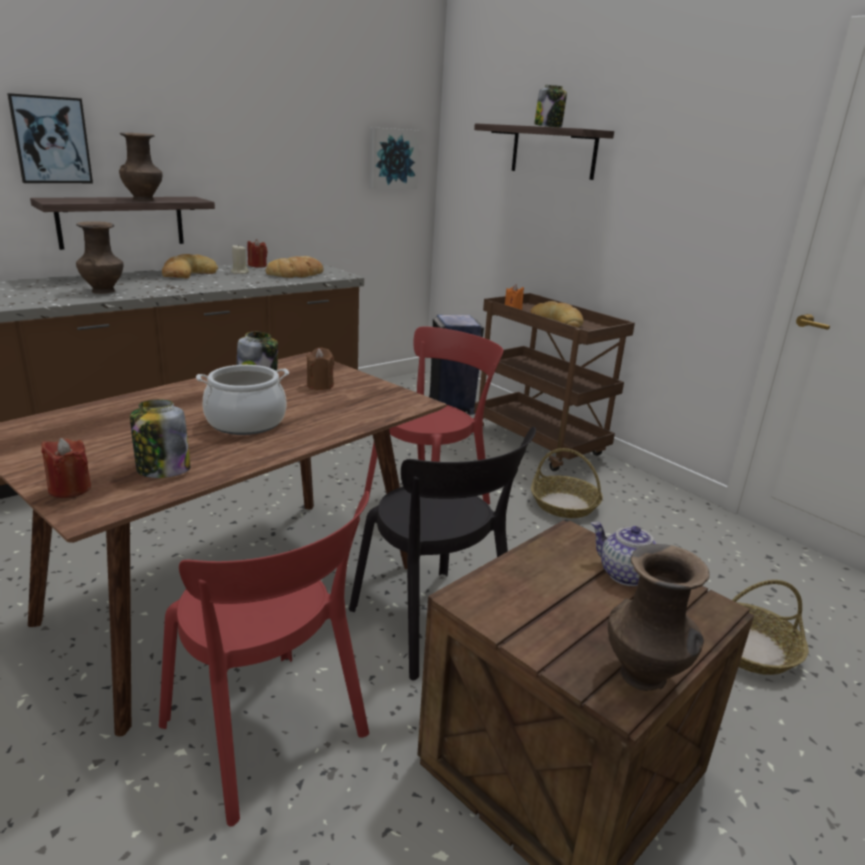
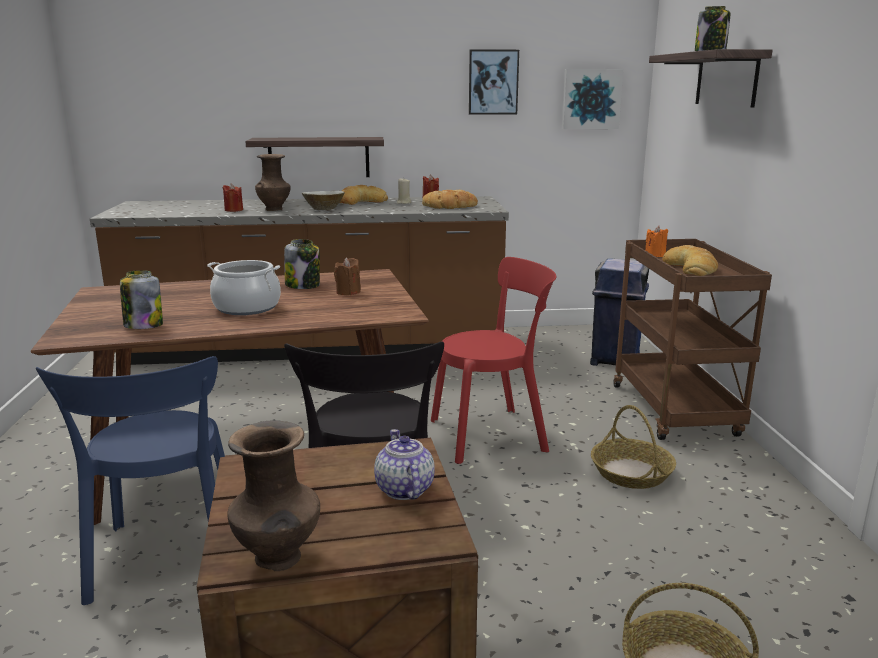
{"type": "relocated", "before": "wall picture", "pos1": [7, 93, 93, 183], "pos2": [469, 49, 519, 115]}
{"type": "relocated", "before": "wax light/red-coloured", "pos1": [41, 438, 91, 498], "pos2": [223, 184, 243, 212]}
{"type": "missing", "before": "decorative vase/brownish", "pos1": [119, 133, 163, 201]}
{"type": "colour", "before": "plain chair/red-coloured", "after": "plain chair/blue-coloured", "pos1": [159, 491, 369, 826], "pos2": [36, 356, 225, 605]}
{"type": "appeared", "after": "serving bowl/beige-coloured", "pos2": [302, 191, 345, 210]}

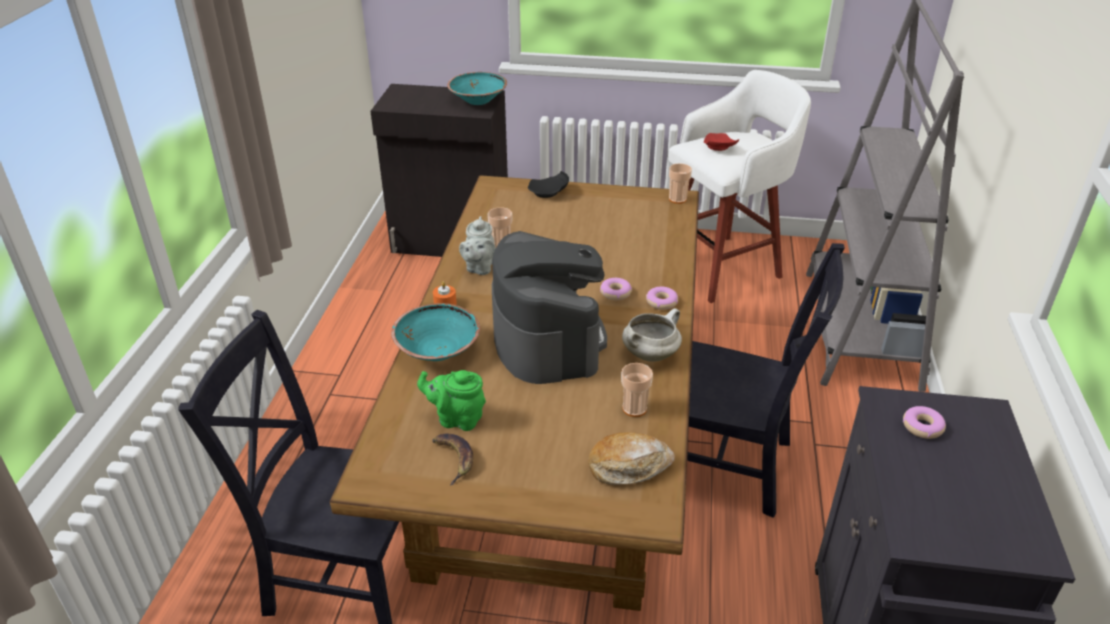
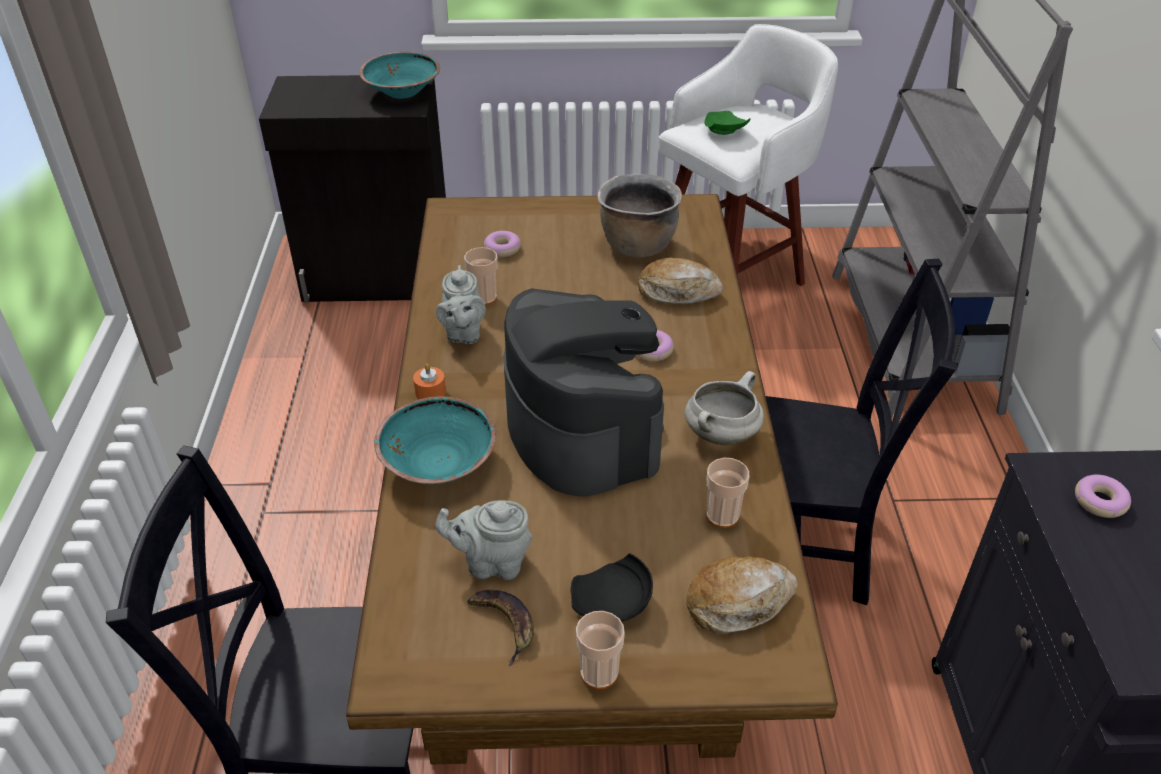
{"type": "colour", "before": "pot for tea/green-coloured", "after": "pot for tea/grey", "pos1": [417, 370, 486, 431], "pos2": [435, 501, 532, 580]}
{"type": "relocated", "before": "plate/black-coloured", "pos1": [528, 171, 569, 198], "pos2": [570, 553, 653, 622]}
{"type": "relocated", "before": "ring doughnut", "pos1": [646, 287, 678, 310], "pos2": [484, 231, 521, 257]}
{"type": "relocated", "before": "drinking cup", "pos1": [669, 163, 692, 204], "pos2": [576, 611, 625, 689]}
{"type": "colour", "before": "plate/red-coloured", "after": "plate/green-coloured", "pos1": [704, 133, 739, 151], "pos2": [704, 111, 751, 135]}
{"type": "appeared", "after": "saucepot/brownish", "pos2": [597, 173, 682, 258]}
{"type": "appeared", "after": "bakery bread", "pos2": [638, 258, 723, 304]}

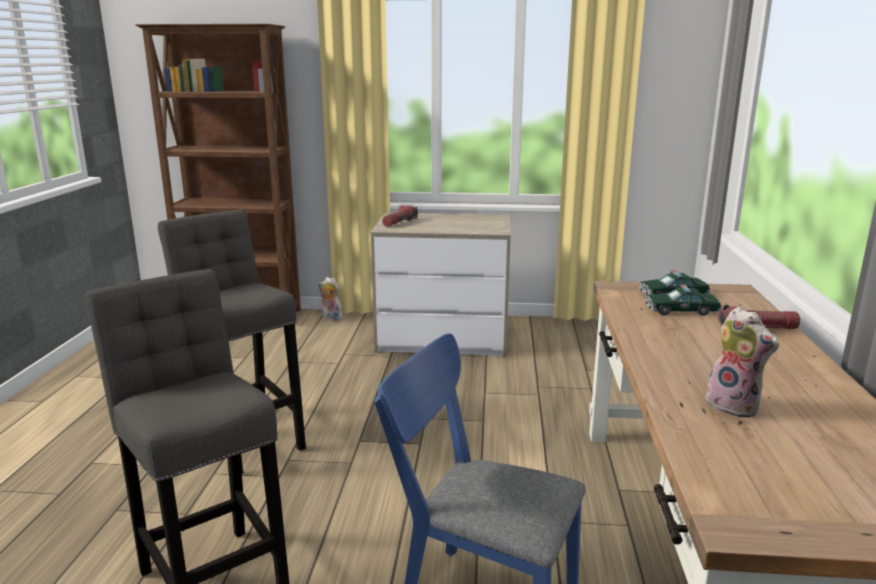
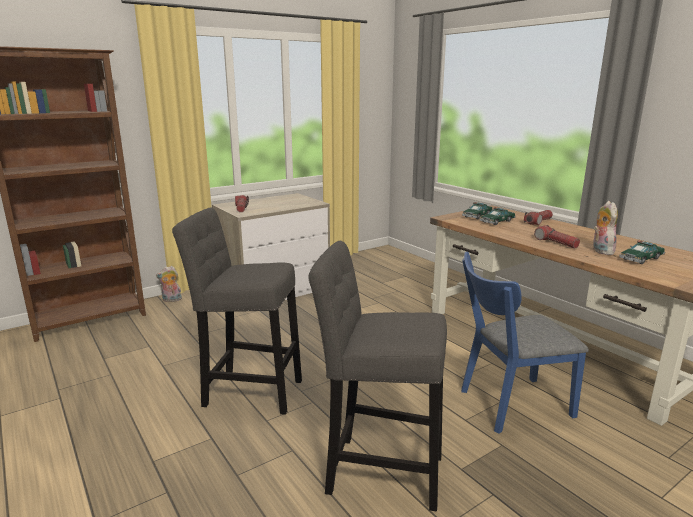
{"type": "spun", "before": "plush toy", "pos1": [705, 307, 779, 418], "pos2": [593, 201, 618, 255], "turn": -105}
{"type": "appeared", "after": "hand torch", "pos2": [534, 225, 580, 249]}
{"type": "appeared", "after": "model car", "pos2": [619, 240, 665, 264]}

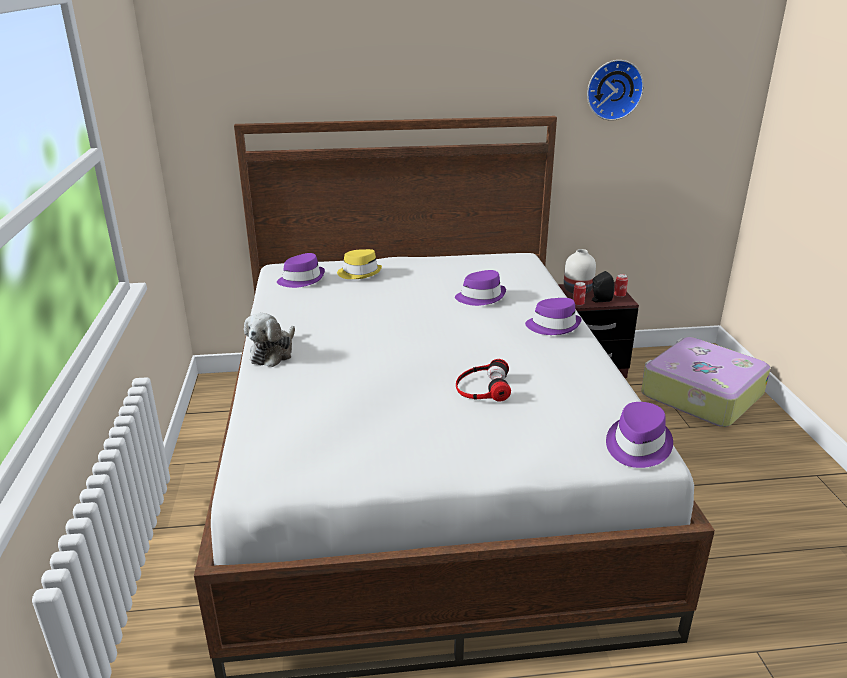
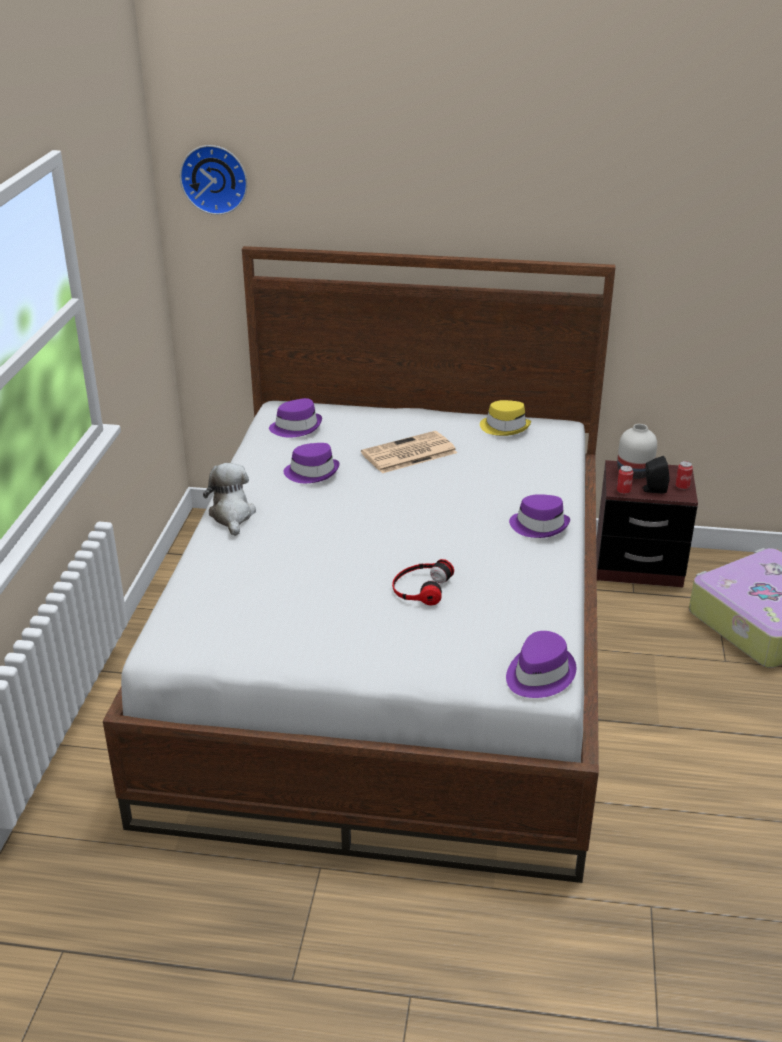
{"type": "spun", "before": "plush toy", "pos1": [244, 313, 295, 367], "pos2": [203, 463, 256, 536], "turn": 135}
{"type": "relocated", "before": "clothing hat/yellowish", "pos1": [337, 249, 382, 279], "pos2": [480, 400, 531, 436]}
{"type": "relocated", "before": "clothing hat/purple", "pos1": [455, 270, 506, 306], "pos2": [283, 443, 340, 483]}
{"type": "relocated", "before": "clock on the wall", "pos1": [587, 60, 644, 121], "pos2": [180, 145, 247, 215]}
{"type": "appeared", "after": "newspaper", "pos2": [361, 431, 457, 473]}

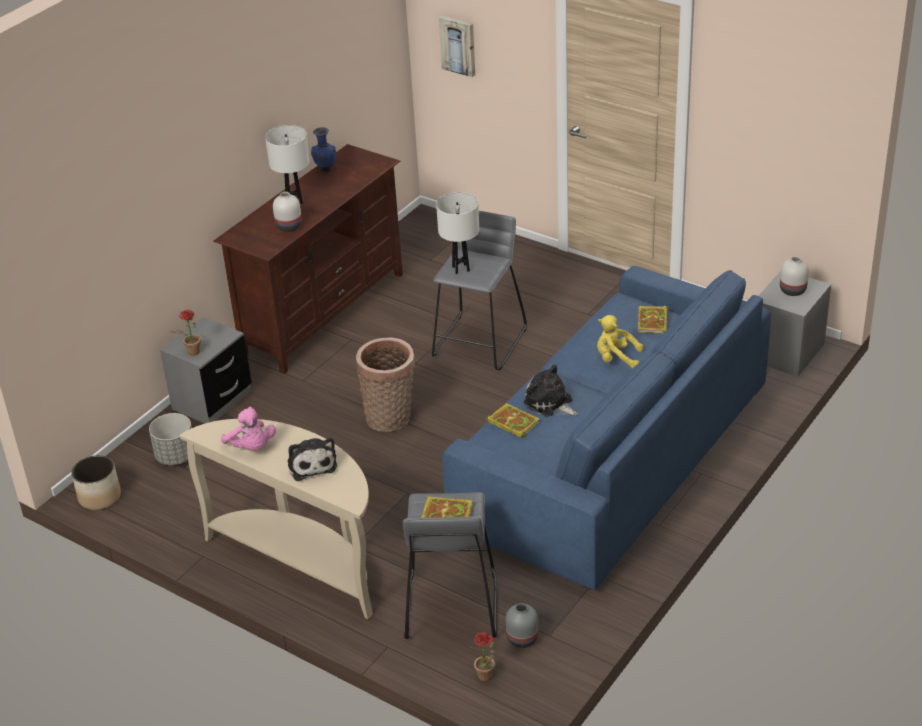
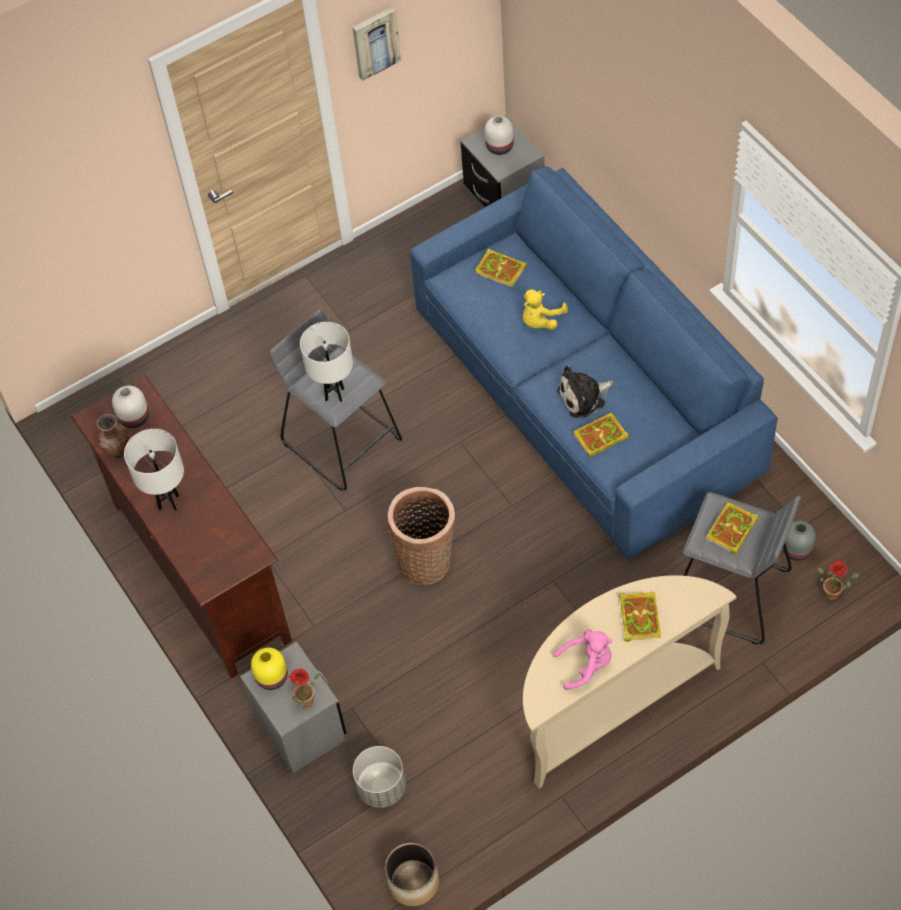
{"type": "relocated", "before": "decorative vase/white", "pos1": [273, 192, 302, 232], "pos2": [112, 386, 149, 428]}
{"type": "exchanged", "before": "plush toy", "after": "book", "pos1": [287, 438, 337, 481], "pos2": [618, 592, 661, 642]}
{"type": "colour", "before": "decorative vase/blue-coloured", "after": "decorative vase/brownish", "pos1": [311, 127, 336, 173], "pos2": [97, 414, 129, 458]}
{"type": "relocated", "before": "wall picture", "pos1": [439, 16, 475, 77], "pos2": [352, 7, 401, 81]}
{"type": "appeared", "after": "decorative vase/yellowish", "pos2": [251, 648, 288, 690]}

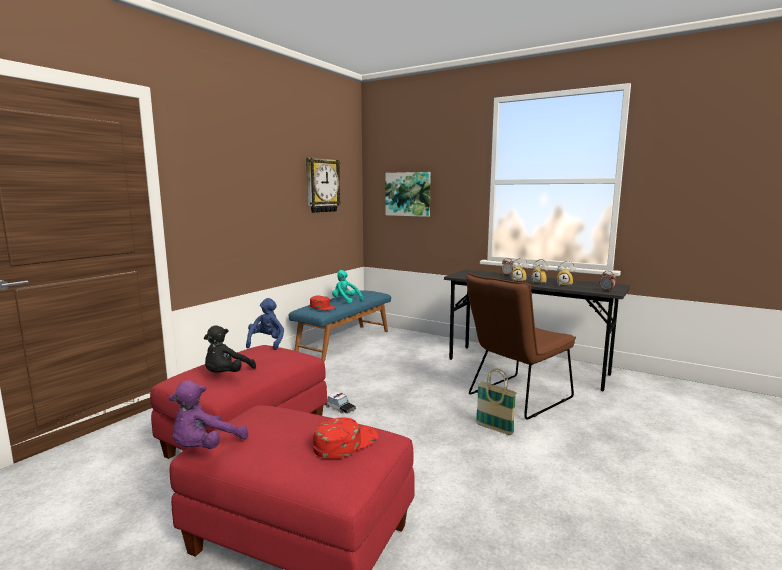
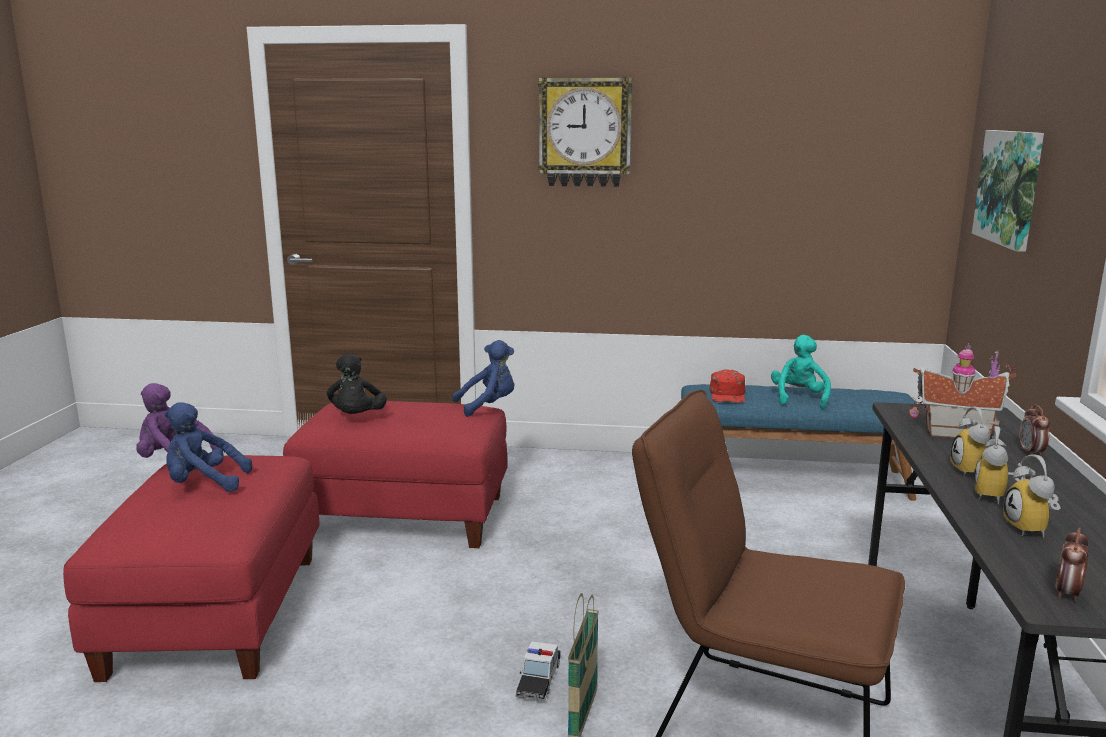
{"type": "spun", "before": "plush toy/black-coloured", "pos1": [204, 325, 256, 373], "pos2": [327, 354, 387, 414], "turn": -90}
{"type": "relocated", "before": "clock on the wall", "pos1": [306, 158, 342, 213], "pos2": [538, 77, 632, 187]}
{"type": "missing", "before": "baseball cap/red-coloured", "pos1": [313, 417, 378, 459]}
{"type": "relocated", "before": "model car", "pos1": [325, 392, 356, 414], "pos2": [516, 641, 560, 701]}
{"type": "appeared", "after": "plush toy/blue-coloured", "pos2": [164, 402, 252, 492]}
{"type": "appeared", "after": "toy house", "pos2": [909, 344, 1016, 438]}

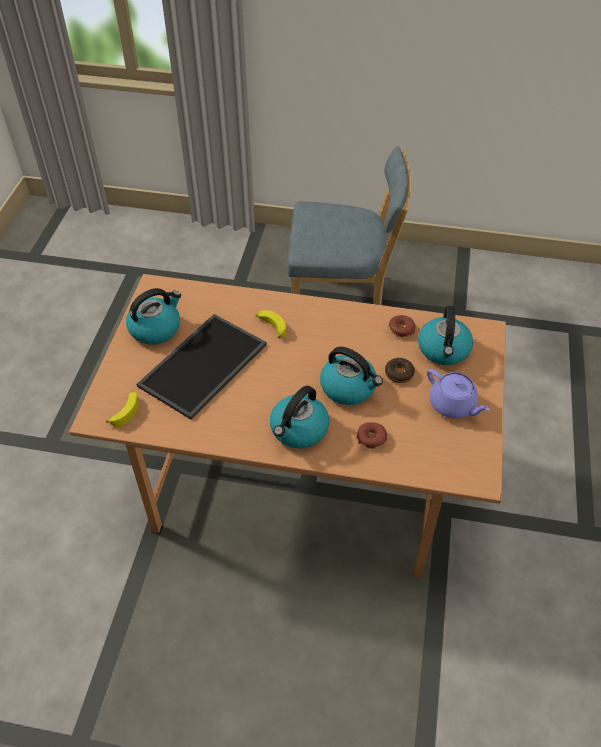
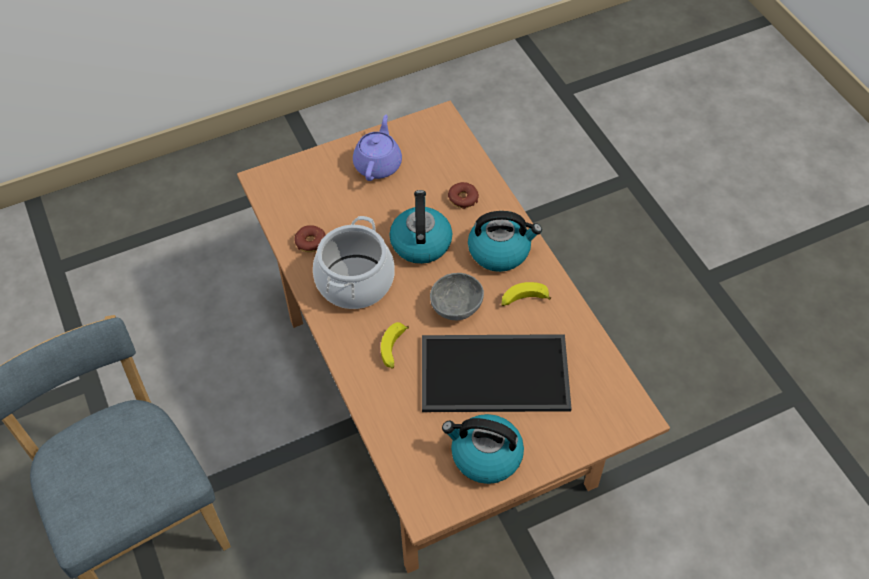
{"type": "relocated", "before": "banana fruit", "pos1": [106, 390, 138, 427], "pos2": [501, 282, 551, 306]}
{"type": "missing", "before": "ring doughnut", "pos1": [385, 358, 415, 383]}
{"type": "missing", "before": "tea kettle", "pos1": [418, 306, 473, 365]}
{"type": "appeared", "after": "saucepot", "pos2": [313, 216, 395, 309]}
{"type": "appeared", "after": "serving bowl/grey", "pos2": [430, 273, 484, 320]}

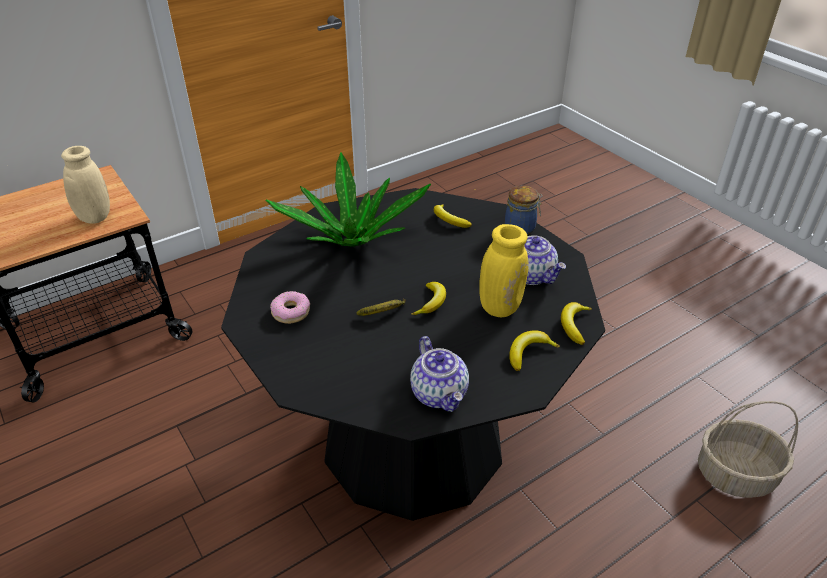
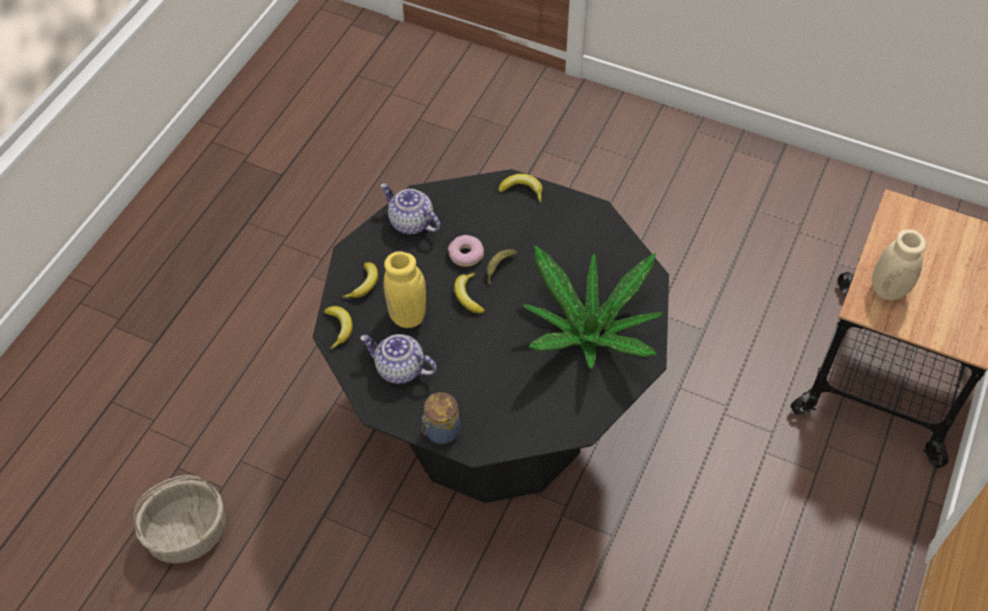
{"type": "relocated", "before": "ring doughnut", "pos1": [270, 291, 310, 324], "pos2": [448, 235, 484, 267]}
{"type": "relocated", "before": "banana fruit", "pos1": [434, 204, 472, 228], "pos2": [498, 174, 543, 203]}

